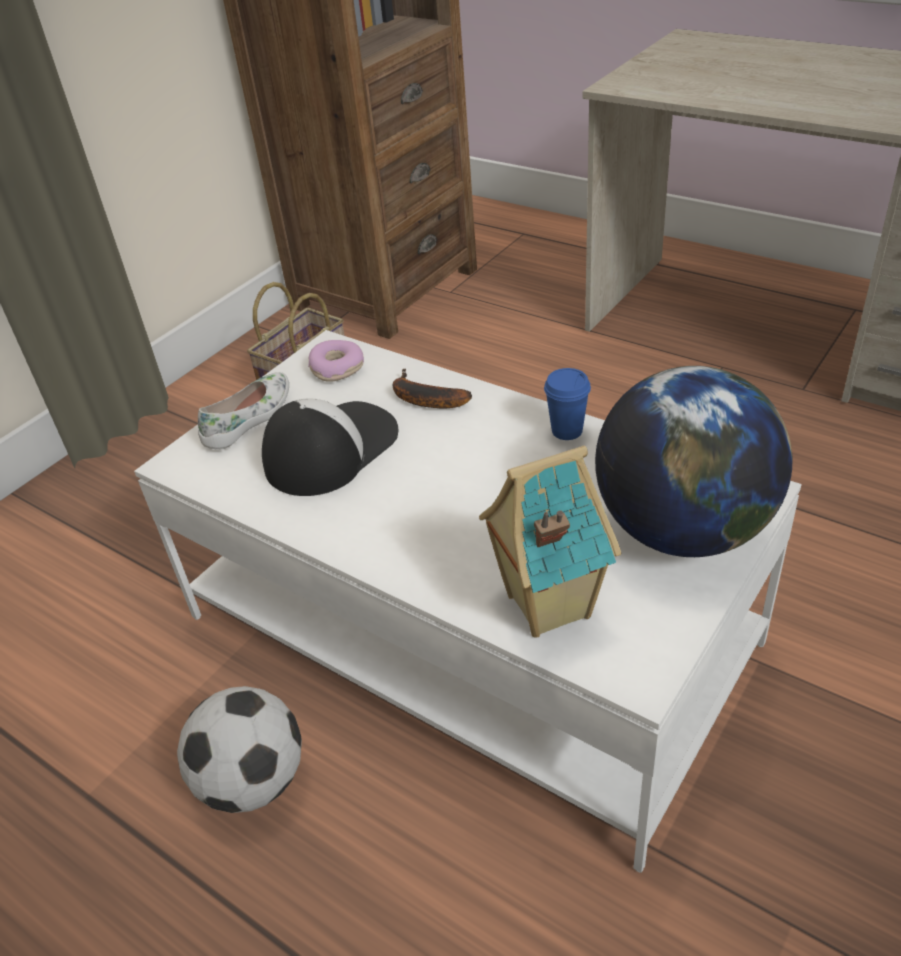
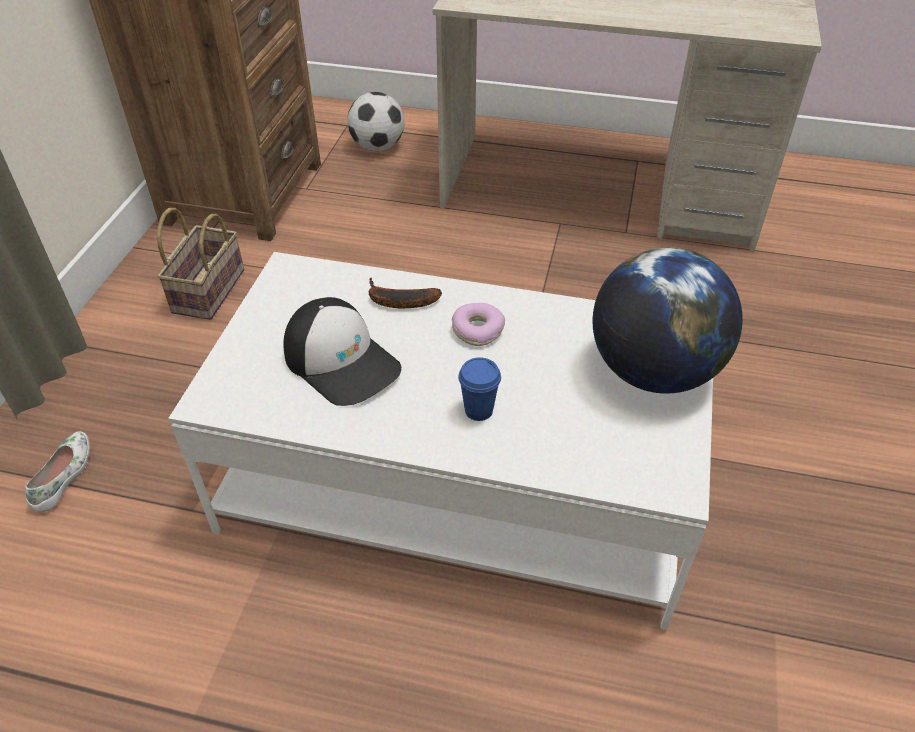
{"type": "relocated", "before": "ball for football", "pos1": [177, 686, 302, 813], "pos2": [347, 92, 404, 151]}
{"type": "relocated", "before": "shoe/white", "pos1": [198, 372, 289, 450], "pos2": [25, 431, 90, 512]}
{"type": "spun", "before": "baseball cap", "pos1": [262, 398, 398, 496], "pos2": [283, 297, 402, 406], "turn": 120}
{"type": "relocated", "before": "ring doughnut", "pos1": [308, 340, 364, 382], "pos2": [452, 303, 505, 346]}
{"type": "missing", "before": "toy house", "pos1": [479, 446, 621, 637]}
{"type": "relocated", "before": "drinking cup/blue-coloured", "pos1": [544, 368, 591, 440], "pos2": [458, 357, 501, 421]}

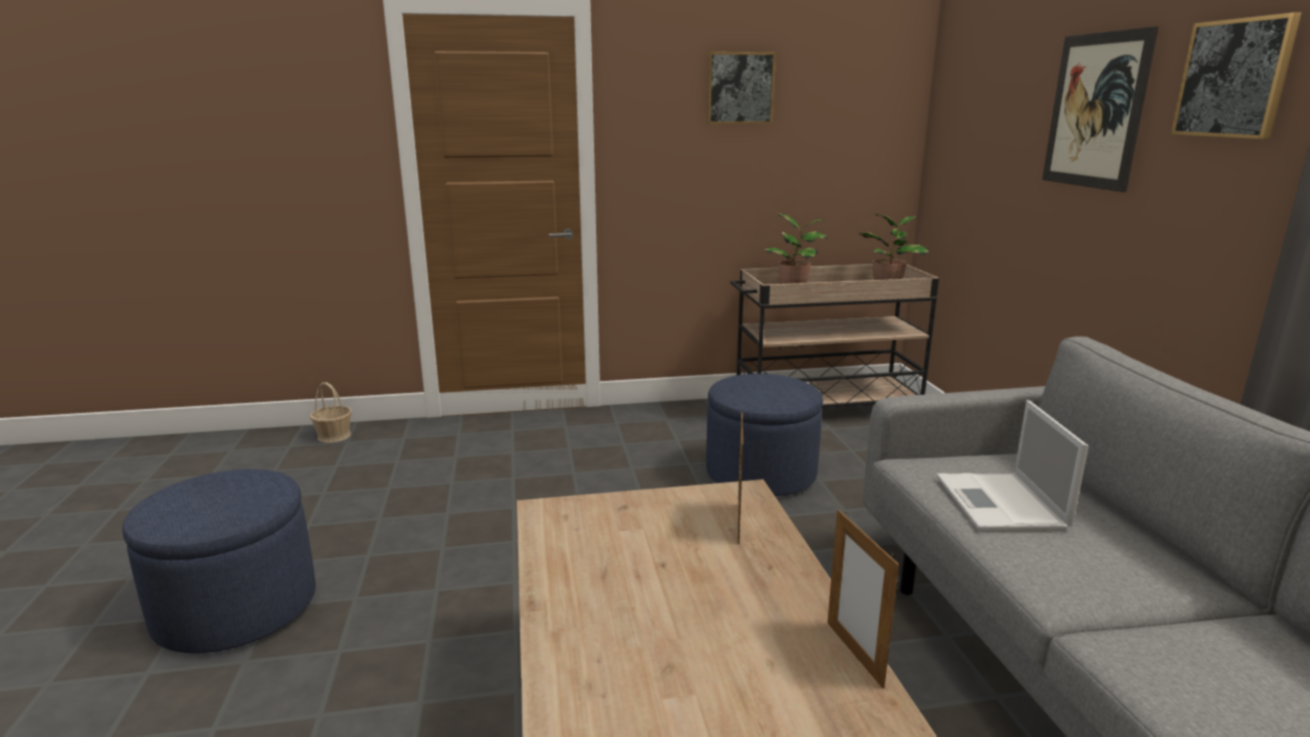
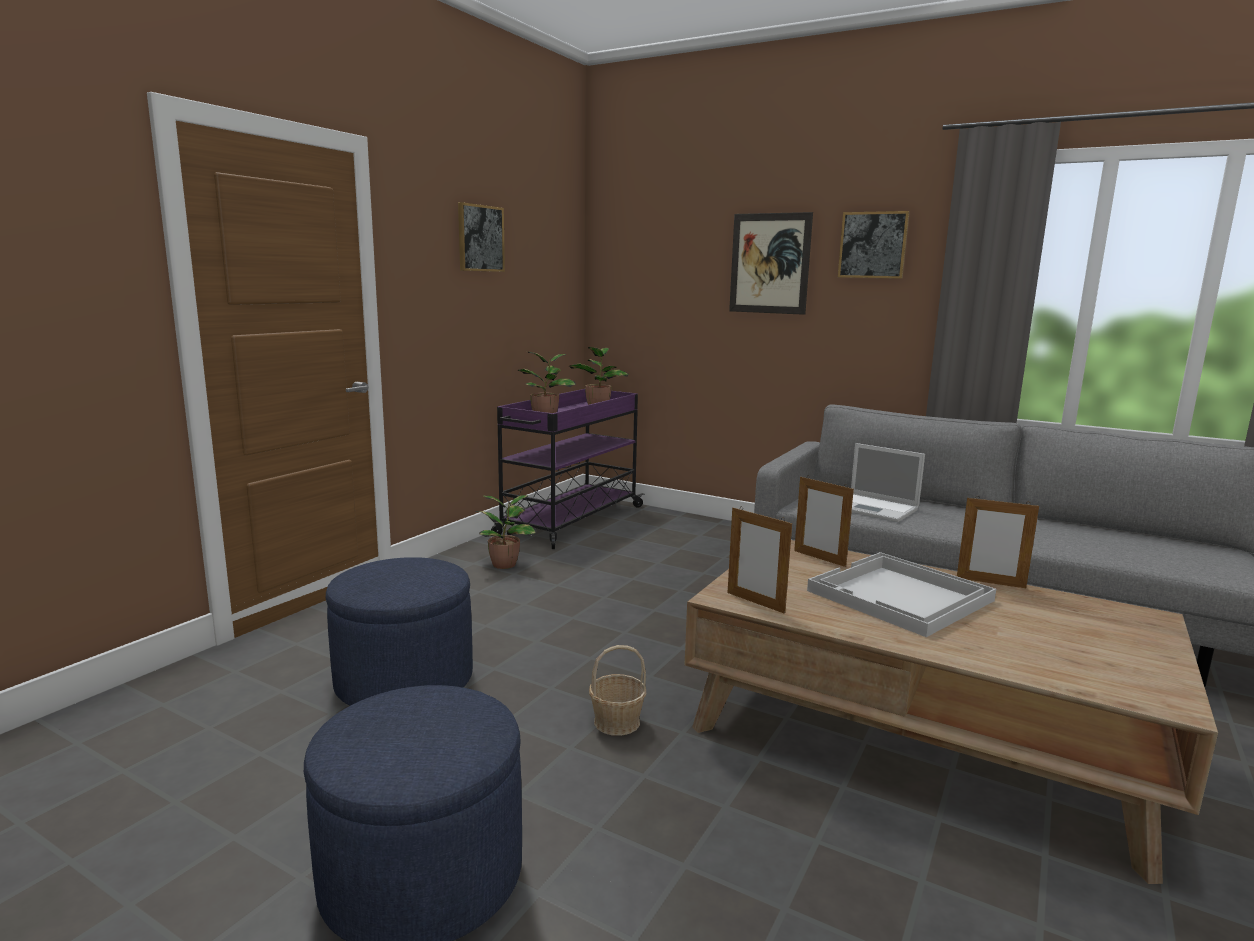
{"type": "relocated", "before": "storage basket", "pos1": [310, 382, 352, 443], "pos2": [589, 645, 646, 736]}
{"type": "relocated", "before": "ottoman/blue-coloured", "pos1": [706, 374, 823, 496], "pos2": [326, 557, 473, 706]}
{"type": "colour", "before": "cart/beige-coloured", "after": "cart/purple", "pos1": [730, 264, 939, 408], "pos2": [491, 389, 645, 549]}
{"type": "appeared", "after": "plant in a pot", "pos2": [475, 495, 536, 569]}
{"type": "appeared", "after": "picture frame", "pos2": [728, 506, 792, 614]}
{"type": "appeared", "after": "serving tray/white", "pos2": [807, 552, 996, 637]}

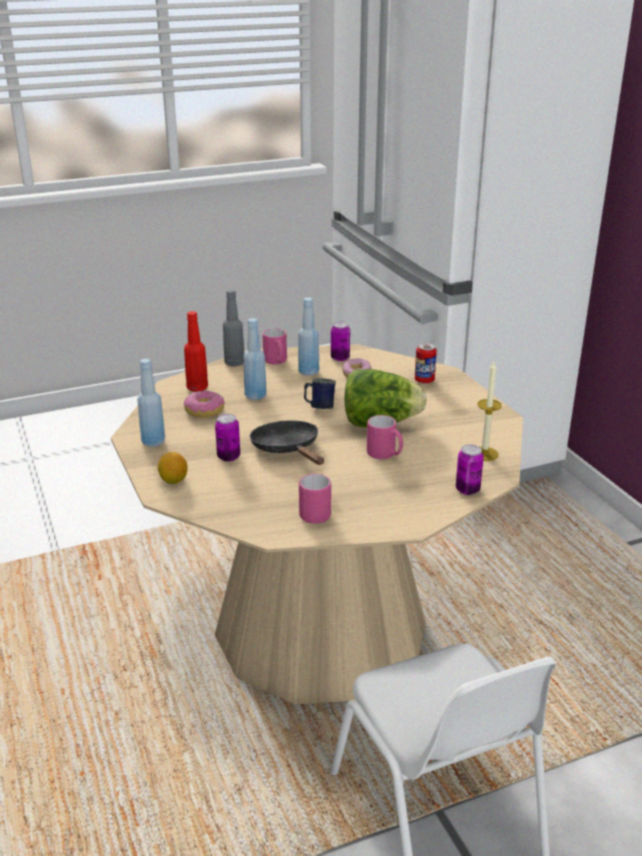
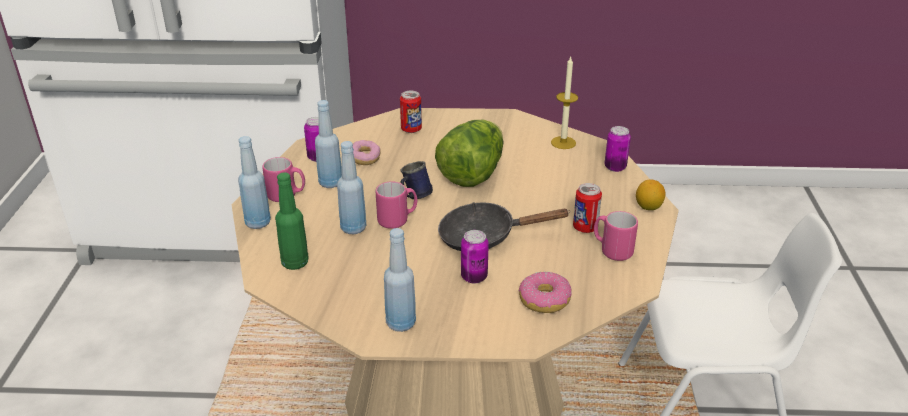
{"type": "relocated", "before": "whole lemon", "pos1": [158, 452, 187, 484], "pos2": [636, 179, 666, 210]}
{"type": "colour", "before": "beverage bottle/red-coloured", "after": "beverage bottle/green-coloured", "pos1": [184, 311, 208, 392], "pos2": [275, 172, 309, 270]}
{"type": "relocated", "before": "ring doughnut", "pos1": [184, 390, 225, 418], "pos2": [519, 271, 572, 313]}
{"type": "colour", "before": "beverage bottle/grey", "after": "beverage bottle/blue-coloured", "pos1": [223, 290, 244, 366], "pos2": [238, 136, 271, 229]}
{"type": "relocated", "before": "coffee mug/pinkish", "pos1": [367, 415, 403, 459], "pos2": [376, 181, 417, 229]}
{"type": "appeared", "after": "can", "pos2": [573, 183, 602, 233]}

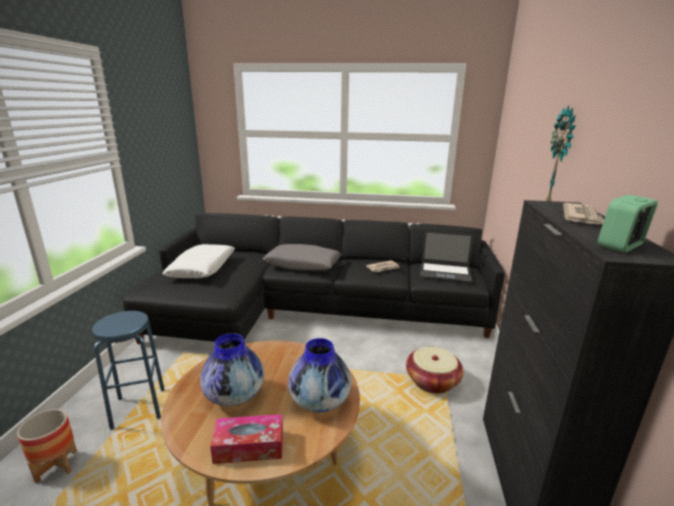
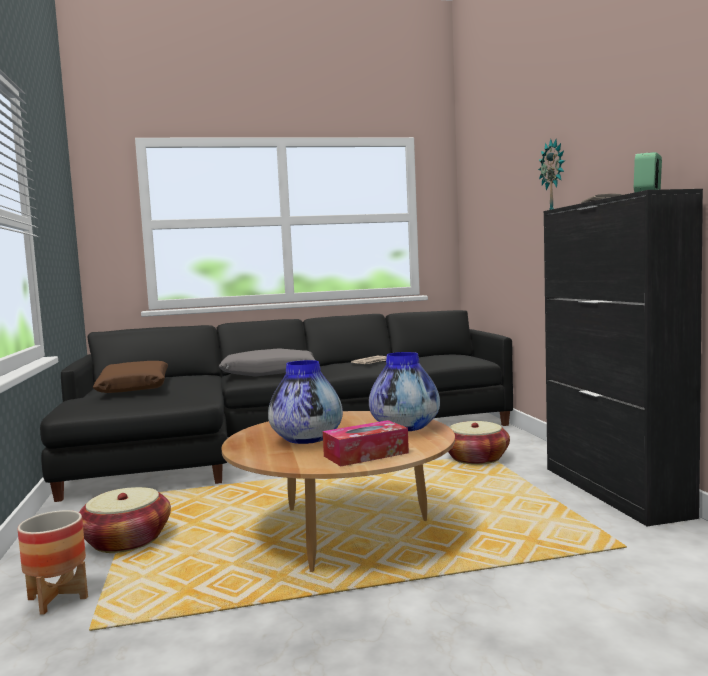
{"type": "exchanged", "before": "stool/blue-coloured", "after": "storage basket", "pos1": [92, 311, 165, 430], "pos2": [79, 487, 171, 553]}
{"type": "colour", "before": "cushion/white", "after": "cushion/brownish", "pos1": [162, 244, 235, 278], "pos2": [93, 361, 168, 393]}
{"type": "missing", "before": "laptop", "pos1": [420, 230, 474, 282]}

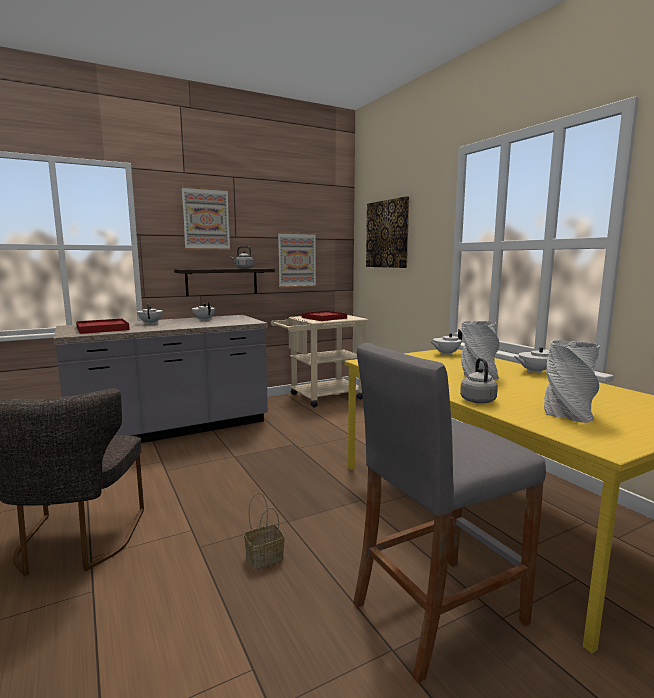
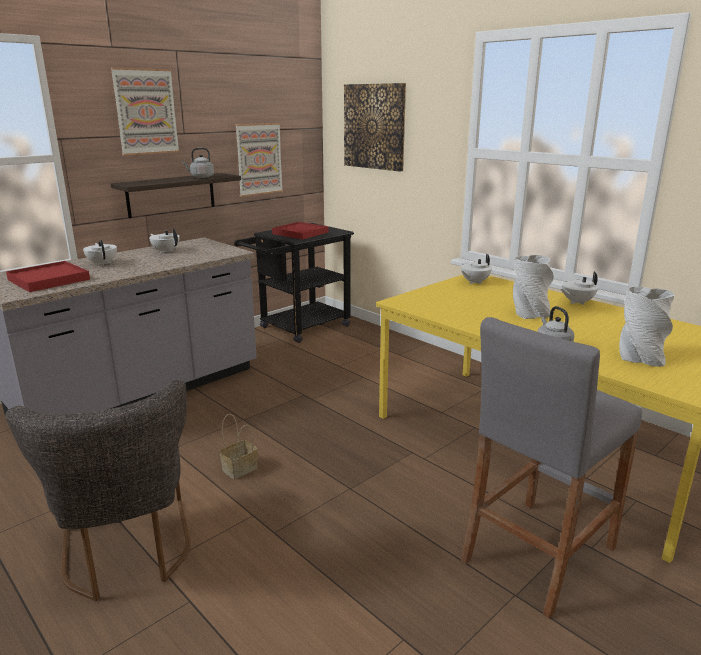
{"type": "relocated", "before": "storage basket", "pos1": [244, 493, 285, 569], "pos2": [219, 414, 258, 479]}
{"type": "colour", "before": "cart/beige-coloured", "after": "cart/black-coloured", "pos1": [271, 315, 369, 407], "pos2": [234, 223, 354, 343]}

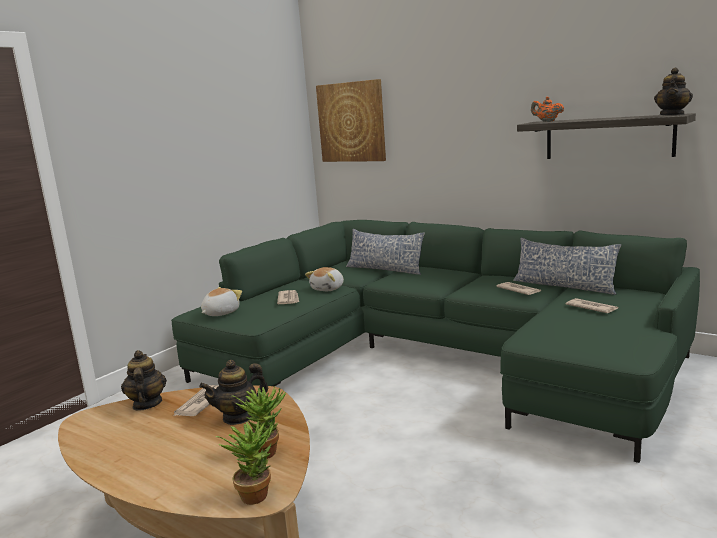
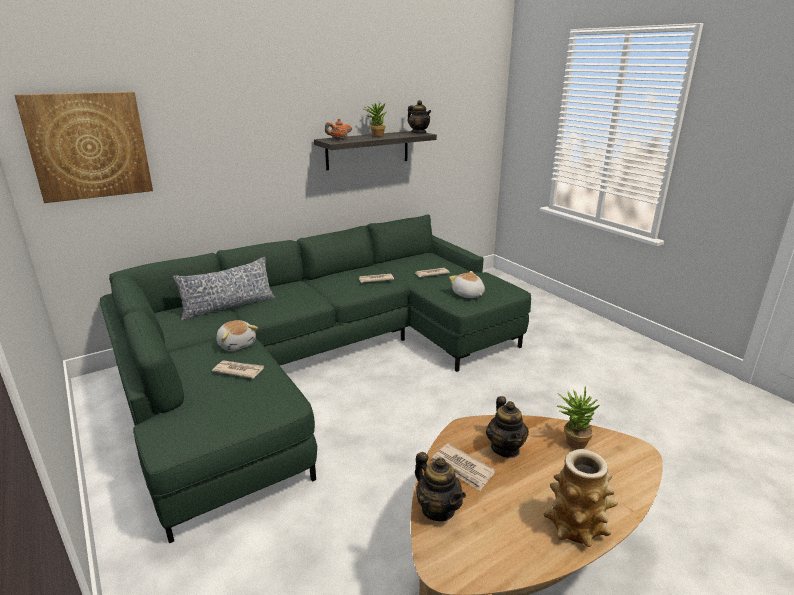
{"type": "spun", "before": "pot for tea", "pos1": [121, 350, 167, 410], "pos2": [415, 452, 466, 521], "turn": -135}
{"type": "relocated", "before": "plush toy", "pos1": [201, 287, 242, 316], "pos2": [449, 271, 485, 298]}
{"type": "relocated", "before": "plant in a pot", "pos1": [216, 419, 273, 505], "pos2": [364, 102, 387, 137]}
{"type": "missing", "before": "cushion", "pos1": [513, 238, 621, 295]}
{"type": "appeared", "after": "decorative vase", "pos2": [543, 449, 618, 547]}

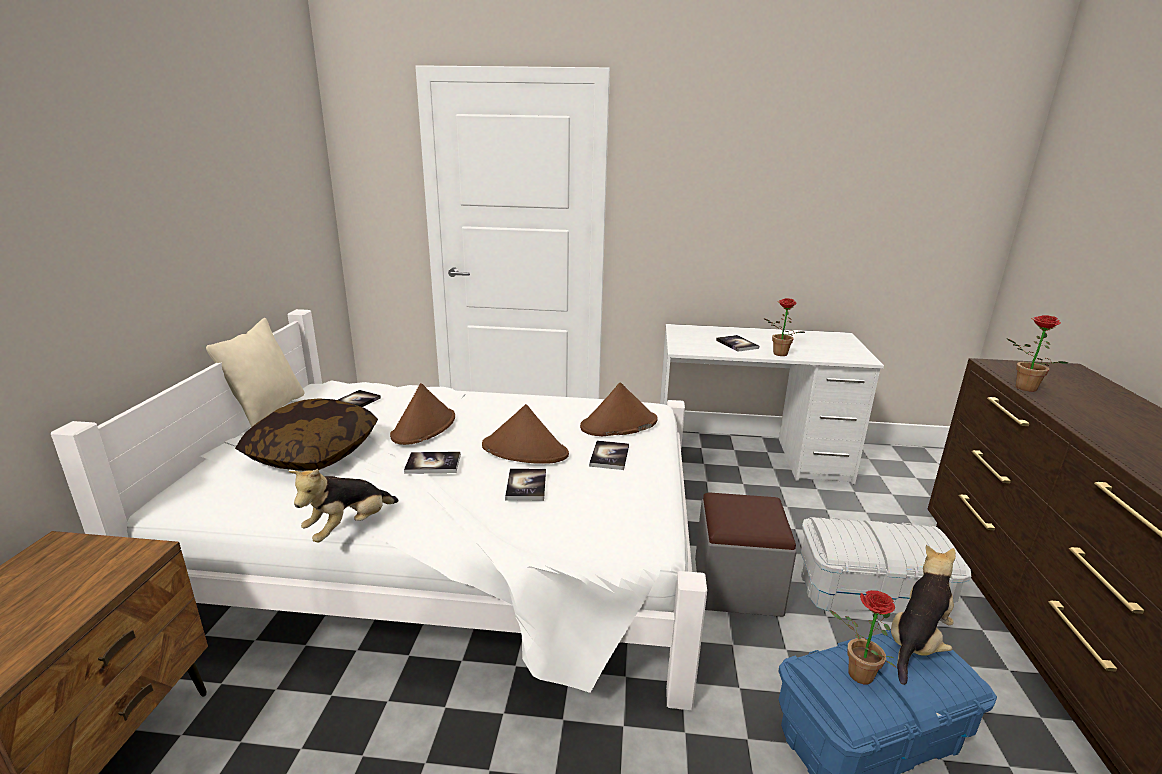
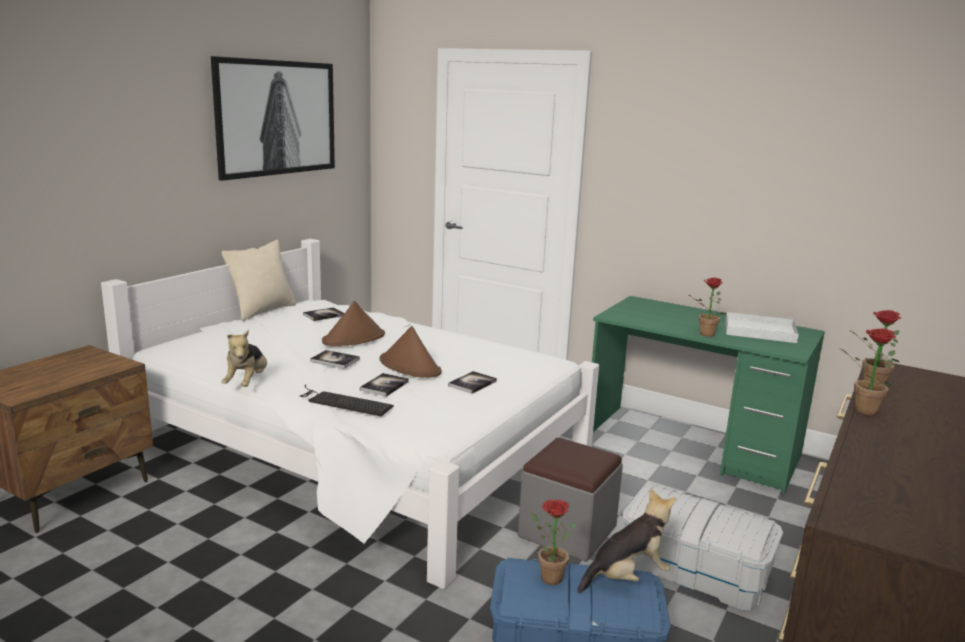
{"type": "missing", "before": "cushion", "pos1": [235, 398, 378, 471]}
{"type": "spun", "before": "plush toy", "pos1": [288, 469, 399, 542], "pos2": [221, 330, 267, 387], "turn": -60}
{"type": "missing", "before": "clothing hat/brownish", "pos1": [580, 383, 658, 436]}
{"type": "colour", "before": "desk table/white", "after": "desk table/green-coloured", "pos1": [660, 324, 884, 485], "pos2": [592, 296, 825, 493]}
{"type": "missing", "before": "book", "pos1": [716, 335, 759, 352]}
{"type": "appeared", "after": "wall picture", "pos2": [211, 56, 335, 181]}
{"type": "appeared", "after": "keyboard", "pos2": [300, 385, 394, 416]}
{"type": "appeared", "after": "serving tray/white", "pos2": [725, 311, 799, 343]}
{"type": "appeared", "after": "plant in a pot", "pos2": [840, 328, 896, 415]}

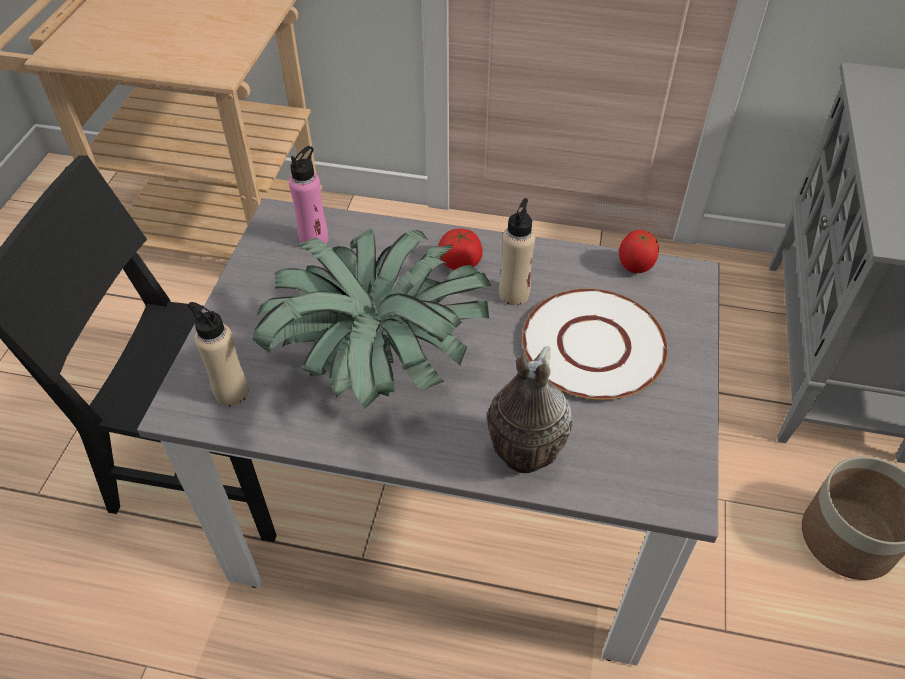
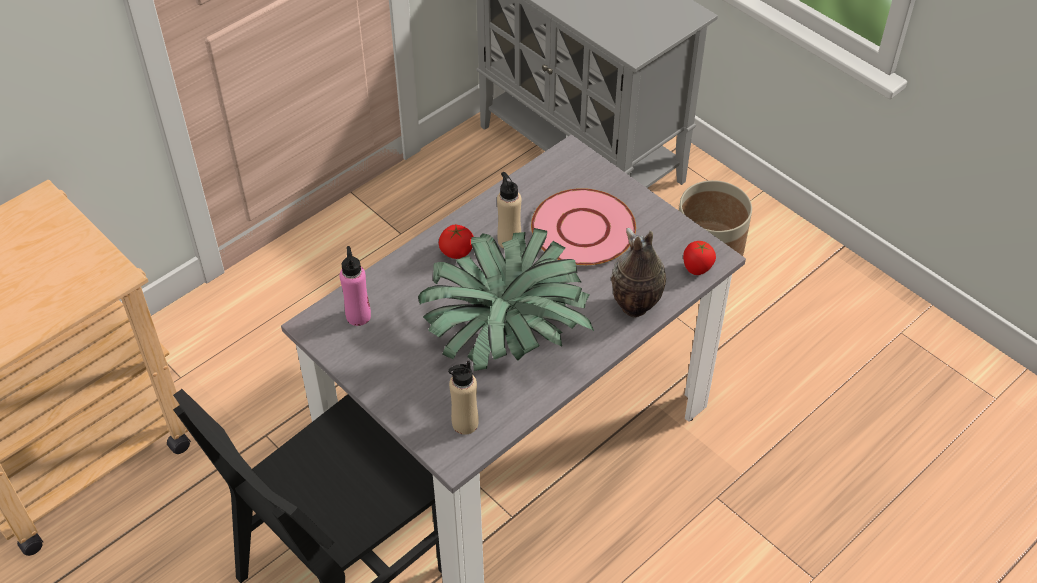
{"type": "colour", "before": "plate/white", "after": "plate/pinkish", "pos1": [522, 289, 668, 400], "pos2": [531, 188, 636, 265]}
{"type": "relocated", "before": "whole tomato", "pos1": [619, 230, 659, 273], "pos2": [683, 241, 716, 275]}

